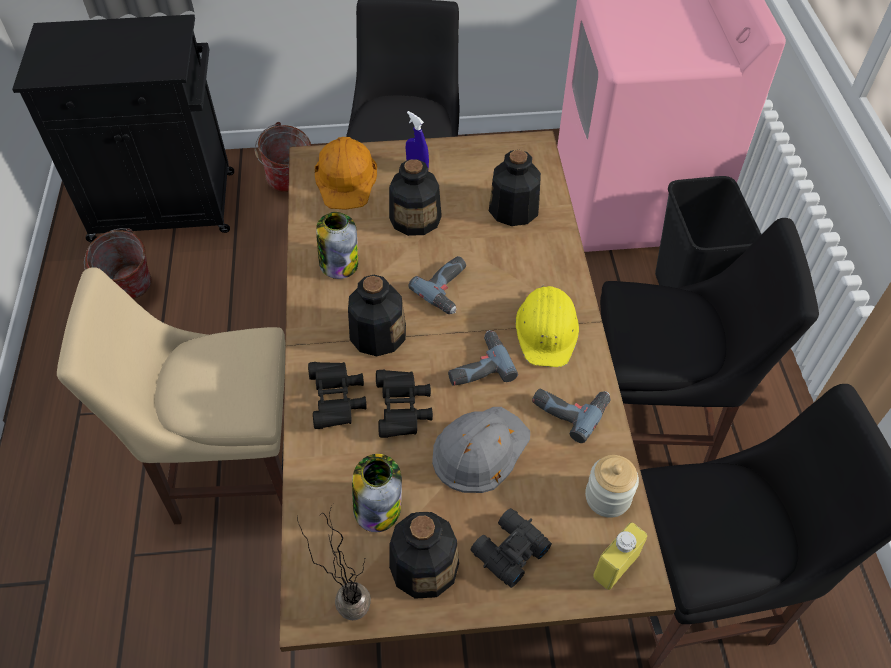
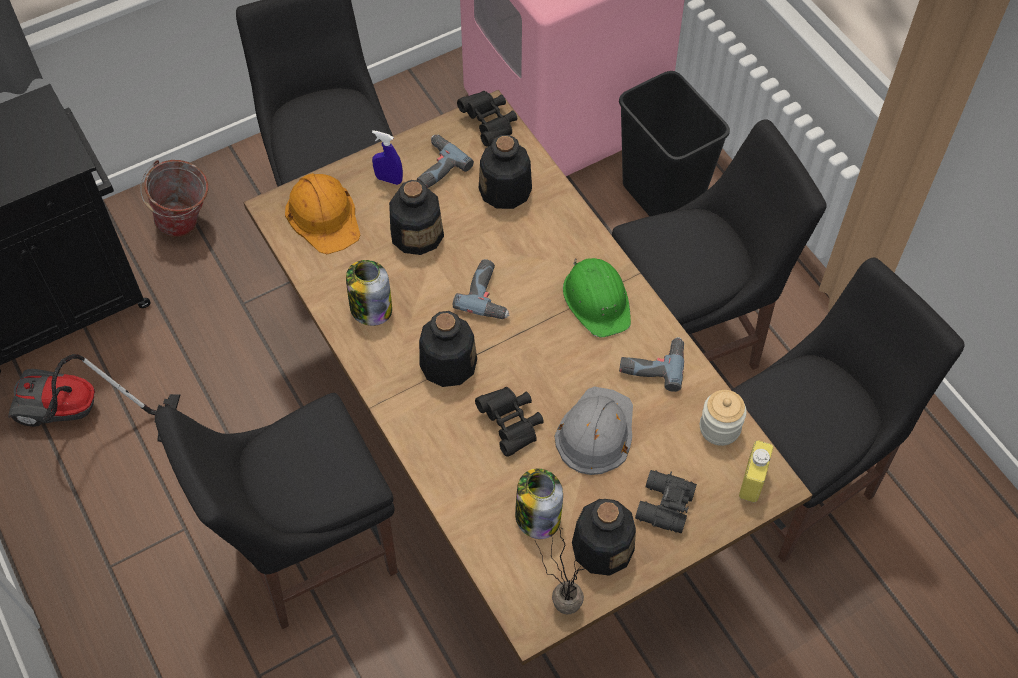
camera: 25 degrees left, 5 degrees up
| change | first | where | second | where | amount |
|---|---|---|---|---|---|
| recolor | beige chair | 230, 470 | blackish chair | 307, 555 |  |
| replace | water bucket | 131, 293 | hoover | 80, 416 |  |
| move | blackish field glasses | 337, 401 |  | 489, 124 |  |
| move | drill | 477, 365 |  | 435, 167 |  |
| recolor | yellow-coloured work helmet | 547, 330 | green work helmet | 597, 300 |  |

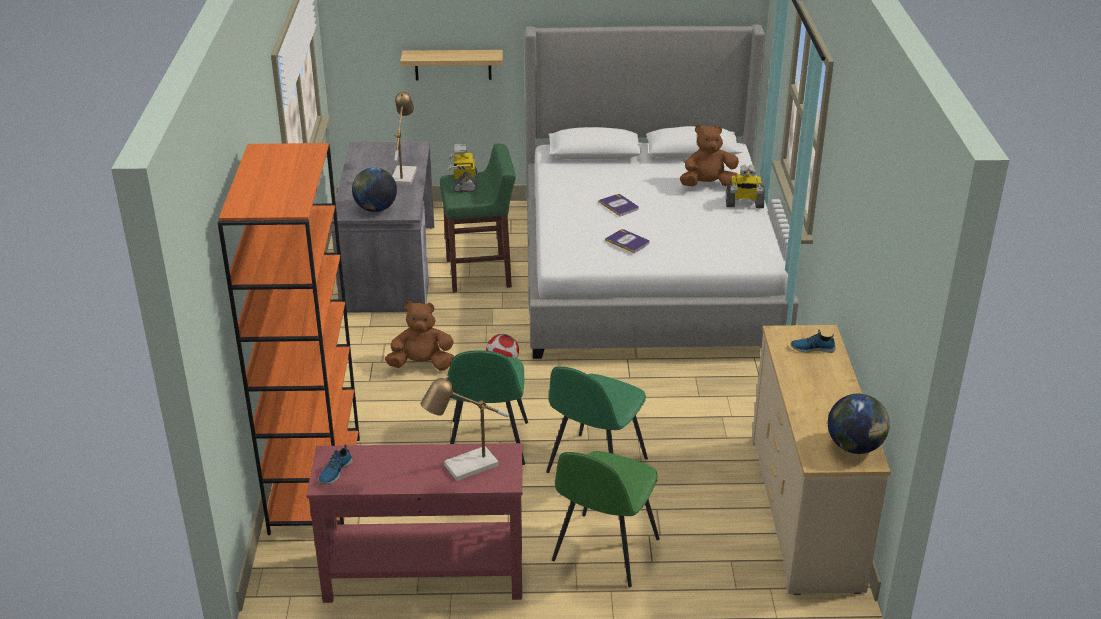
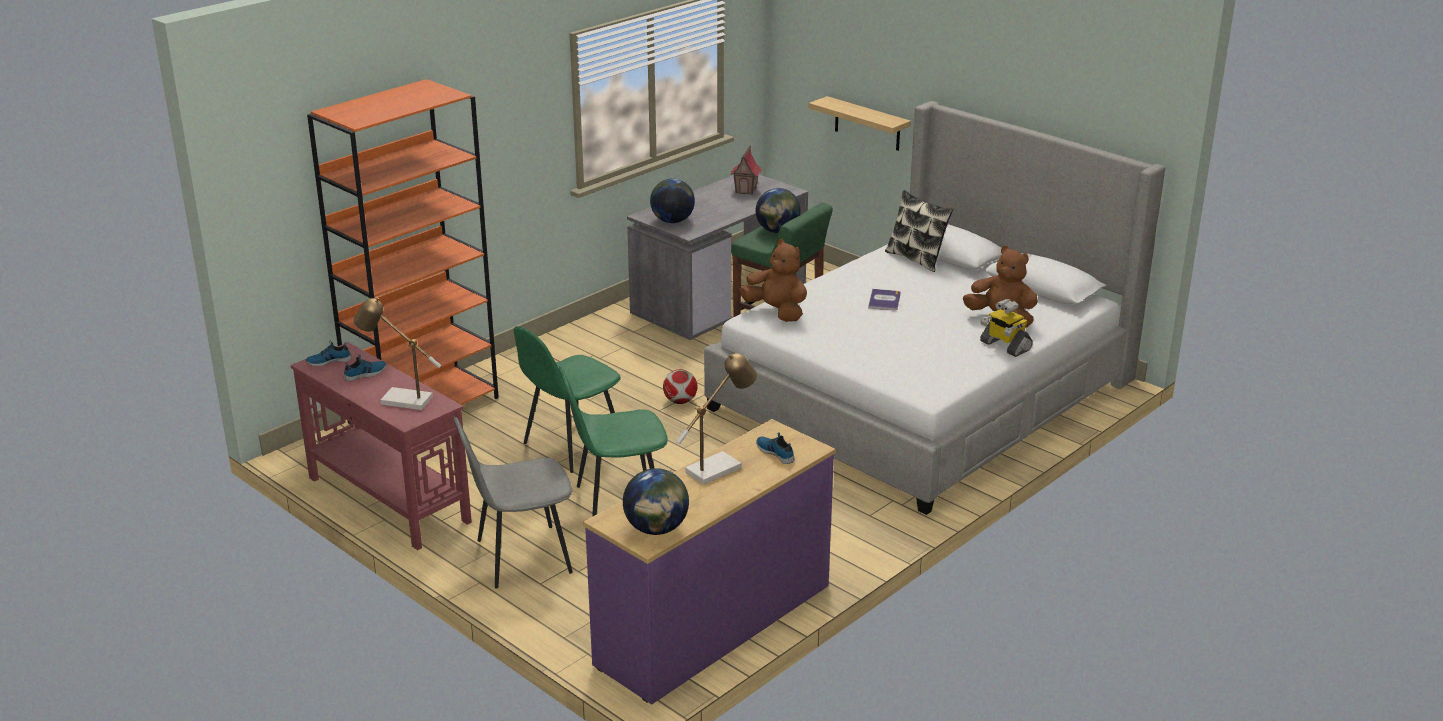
camera: 45 degrees right, 5 degrees down
| change | first | where | second | where | amount |
|---|---|---|---|---|---|
| move | brown-coloured cuddly toy | 422, 364 |  | 777, 312 |  |
| move | table lamp | 404, 174 |  | 718, 467 |  |
| replace | model robot | 464, 183 | globe | 777, 231 |  |
| recolor | green chair | 604, 551 | gray chair | 521, 557 |  |
| delete | bound book | 627, 241 |  |  |  |
| recolor | beige dresser | 805, 512 | purple dresser | 715, 625 |  |
| insert |  |  | low shoe | 365, 374 |  |
| insert |  |  | miniature house | 746, 190 |  |
| insert |  |  | cushion | 916, 259 |  |

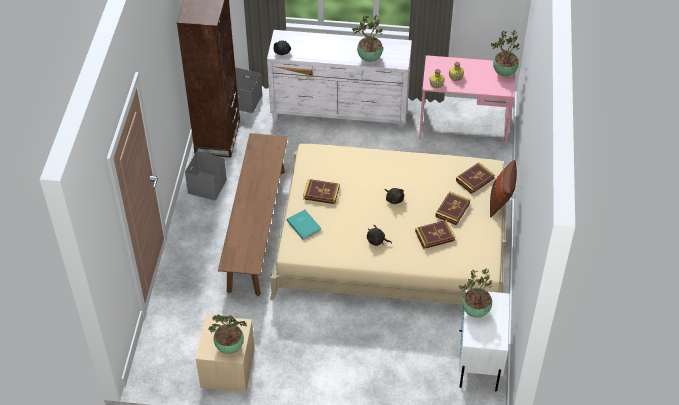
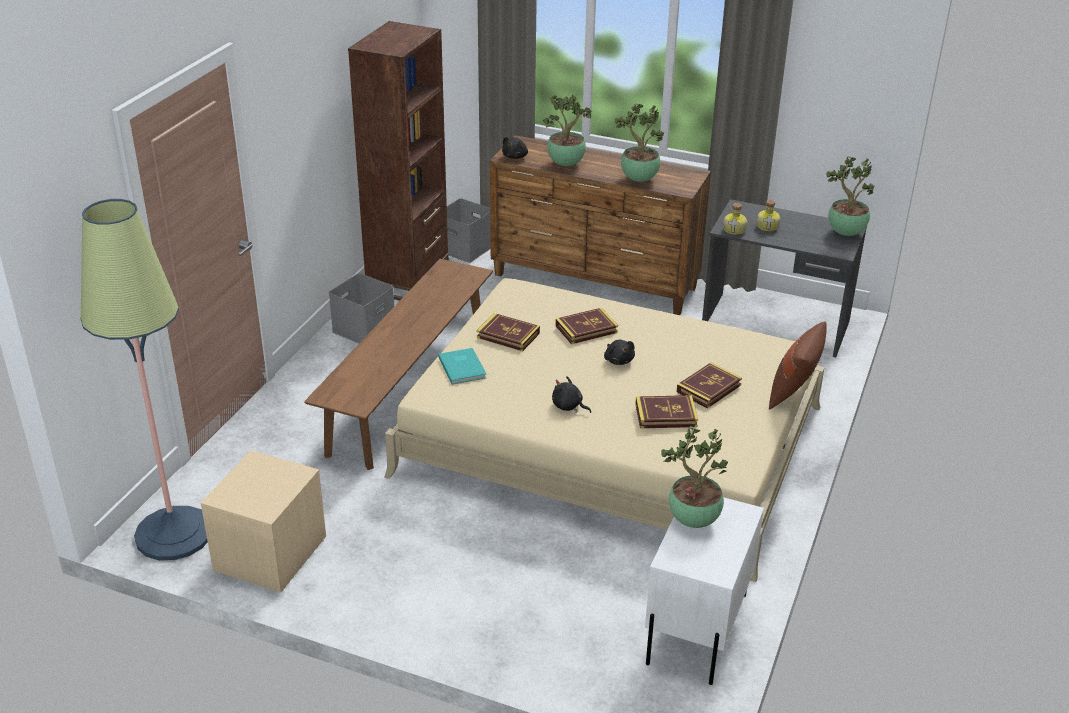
camera: 15 degrees right, 15 degrees down
| change | first | where | second | where | amount |
|---|---|---|---|---|---|
| move | houseplant | 230, 347 |  | 567, 164 |  |
| recolor | whitish dresser | 340, 113 | brown-coloured dresser | 595, 282 |  |
| recolor | pinkish desk | 463, 127 | gray desk | 775, 325 |  |
| move | bound book | 475, 179 |  | 586, 329 |  |
| insert |  |  | standard lamp | 174, 534 |  |

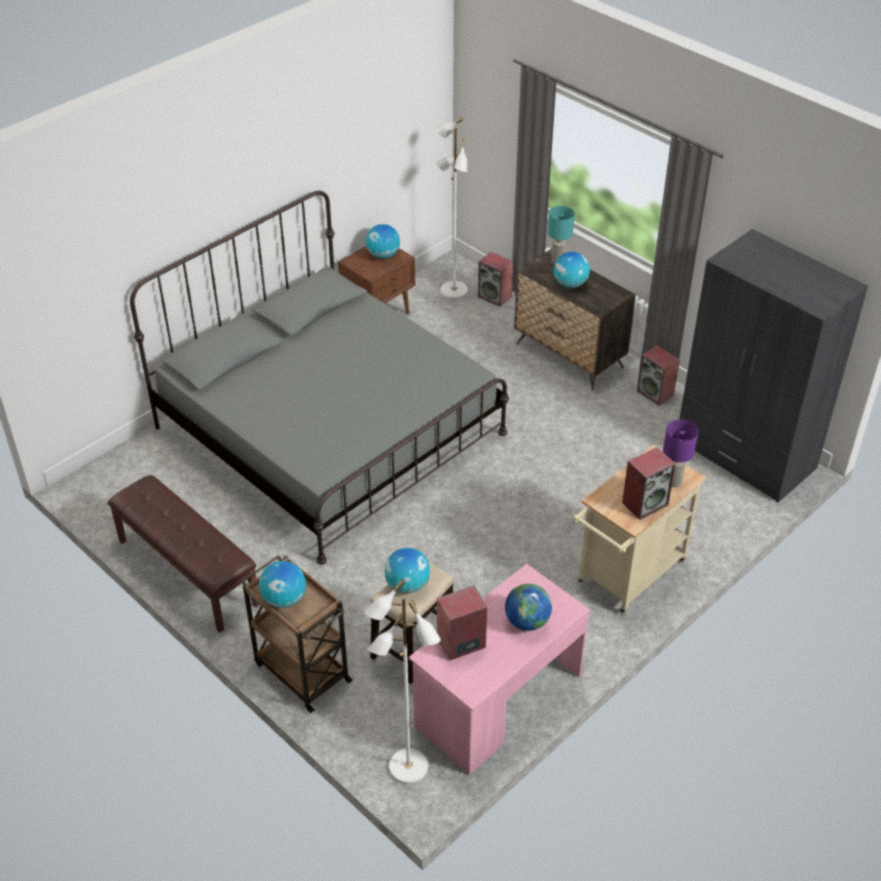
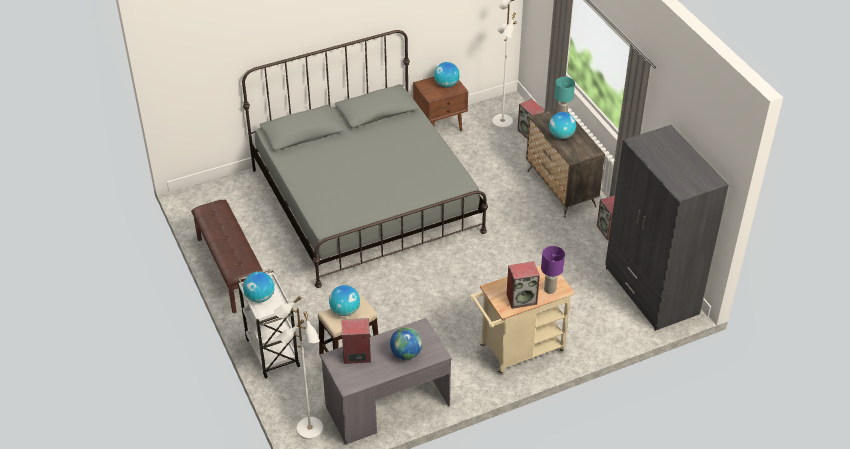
camera: 20 degrees right, 0 degrees up
| change | first | where | second | where | amount |
|---|---|---|---|---|---|
| recolor | brown-coloured cart | 301, 671 | whitish cart | 272, 351 |  |
| recolor | pinkish desk | 498, 701 | gray desk | 387, 406 |  |

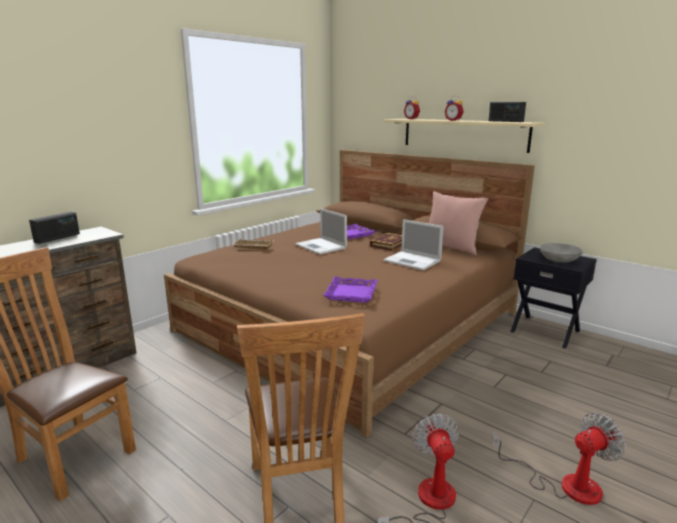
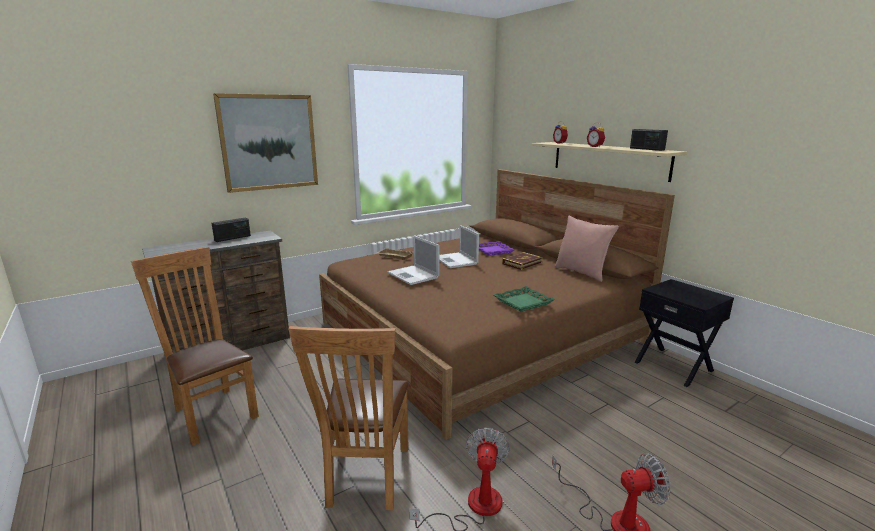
camera: 15 degrees right, 0 degrees up
| change | first | where | second | where | amount |
|---|---|---|---|---|---|
| delete | purple tray | 351, 293 |  |  |  |
| move | portable computer | 413, 261 |  | 414, 275 |  |
| delete | gray bowl | 559, 260 |  |  |  |
| insert |  |  | picture | 269, 142 |  |
| insert |  |  | green tray | 523, 302 |  |

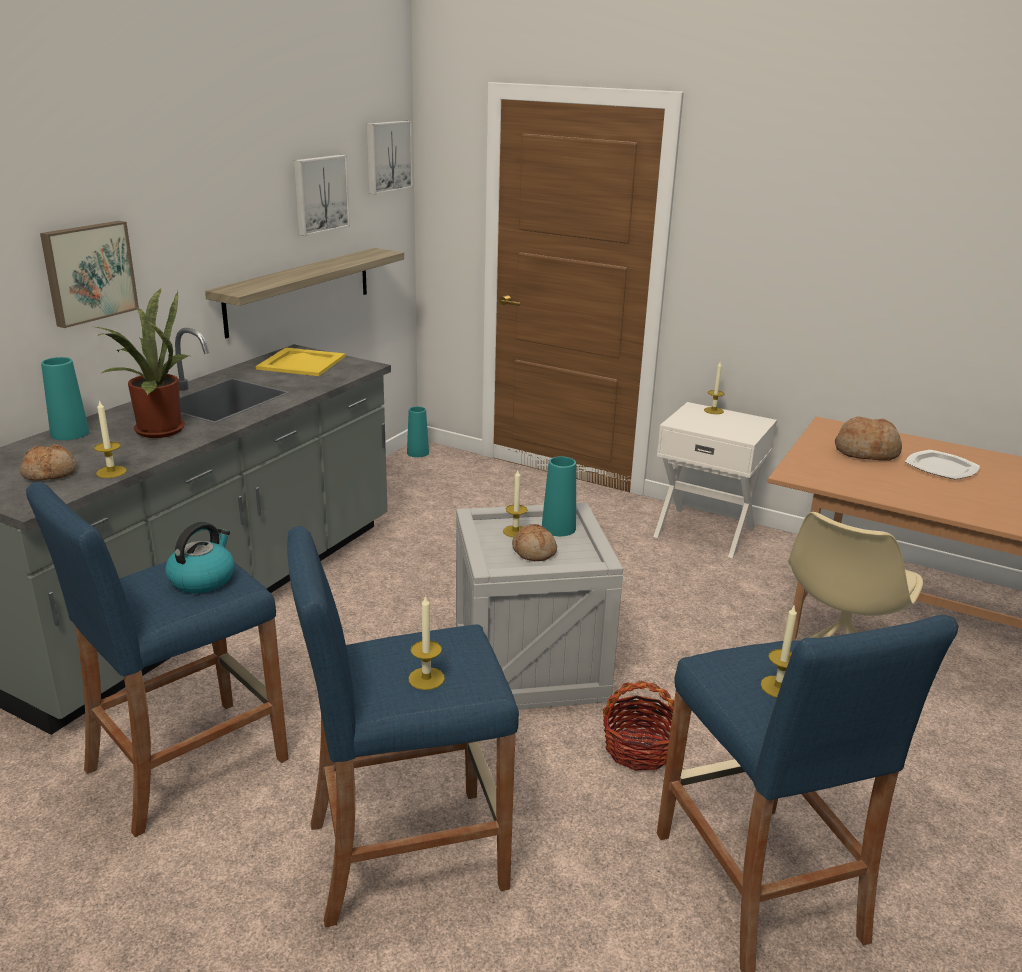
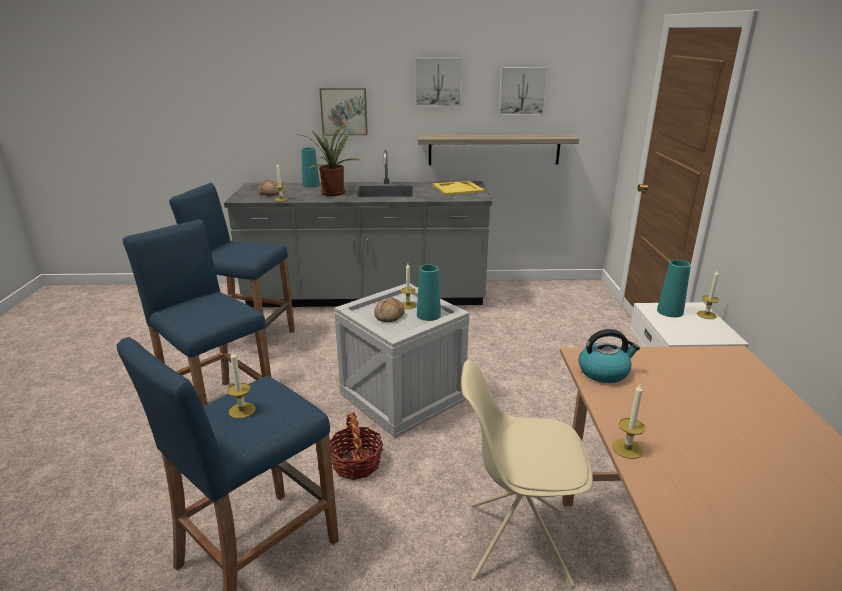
camera: 60 degrees right, 0 degrees up
| change | first | where | second | where | amount |
|---|---|---|---|---|---|
| move | water kettle | 202, 579 |  | 604, 372 |  |
| move | picture | 387, 156 |  | 438, 82 |  |
| move | blue-green flower vase | 418, 453 |  | 670, 311 |  |
| move | wax light | 426, 678 |  | 627, 449 |  |
| delete | bakery bread | 866, 452 |  |  |  |
| delete | dinner plate | 941, 467 |  |  |  |

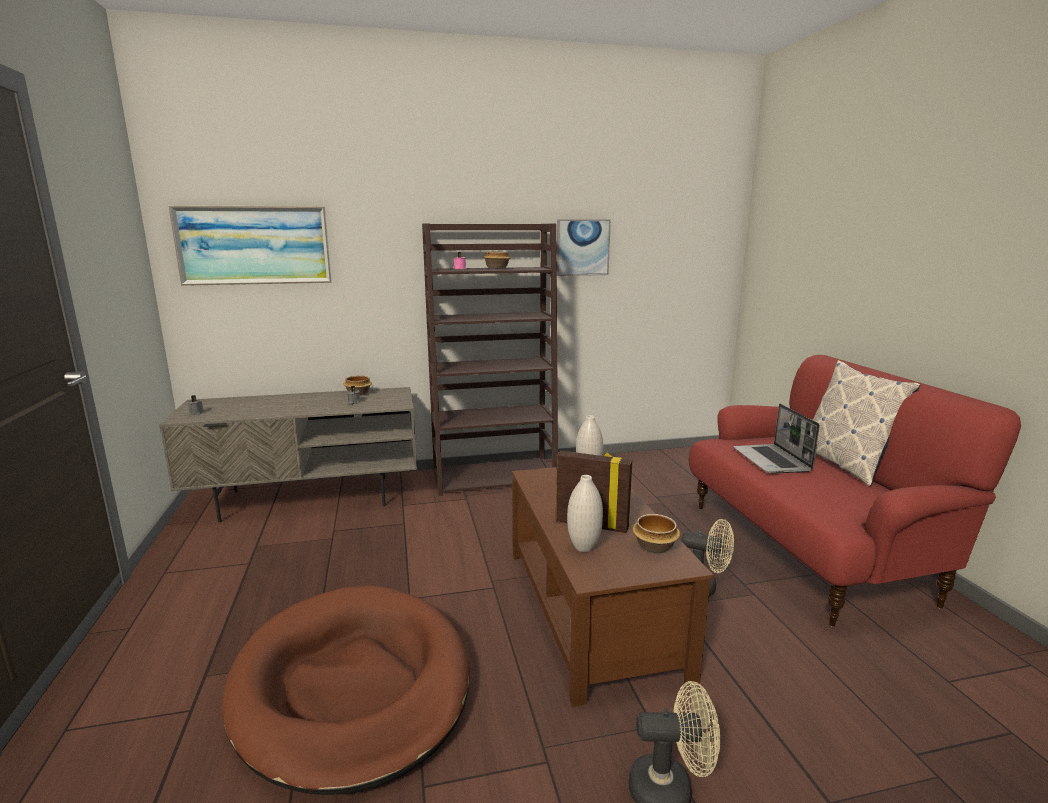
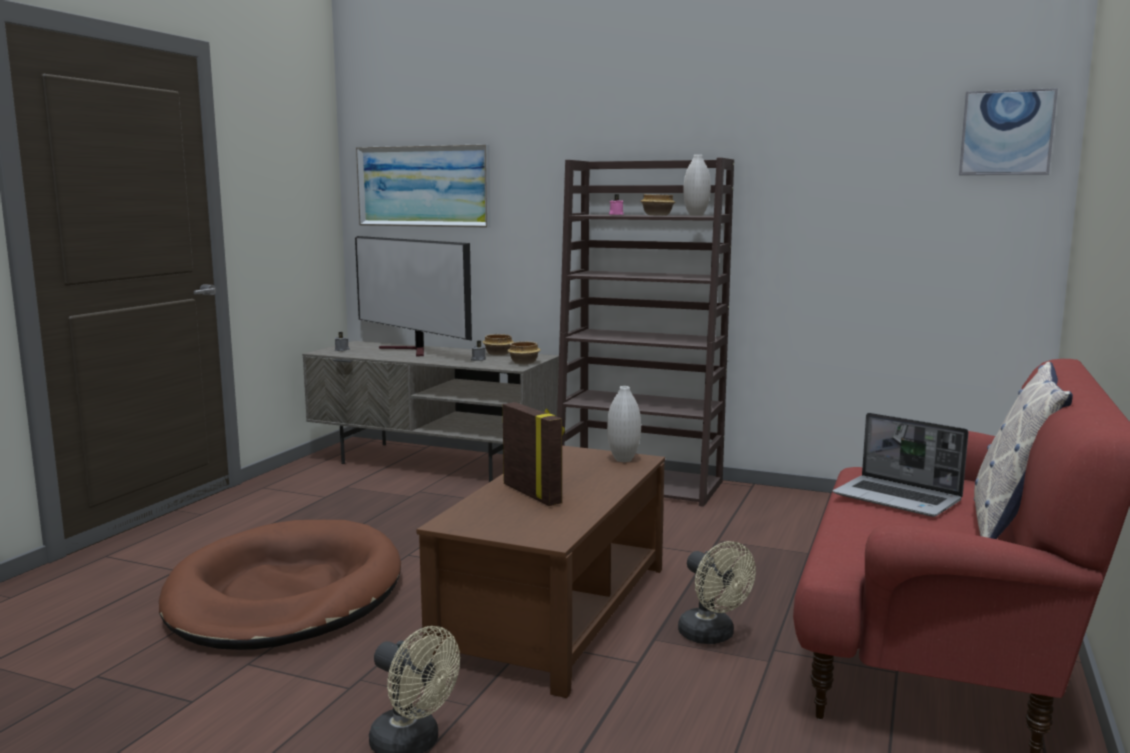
camera: 35 degrees right, 5 degrees down
| change | first | where | second | where | amount |
|---|---|---|---|---|---|
| move | picture | 582, 247 |  | 1006, 133 |  |
| move | whitish flower vase | 584, 548 |  | 696, 215 |  |
| move | bowl | 655, 546 |  | 524, 362 |  |
| rotate | portable computer | 772, 460 |  | 898, 498 | 75 degrees counterclockwise |
| insert |  |  | TV set | 412, 351 |  |

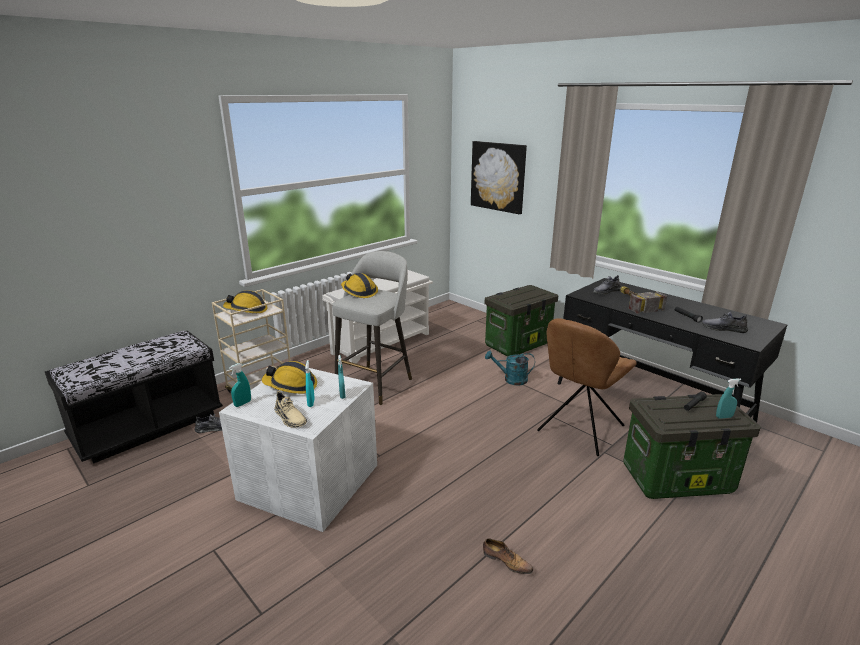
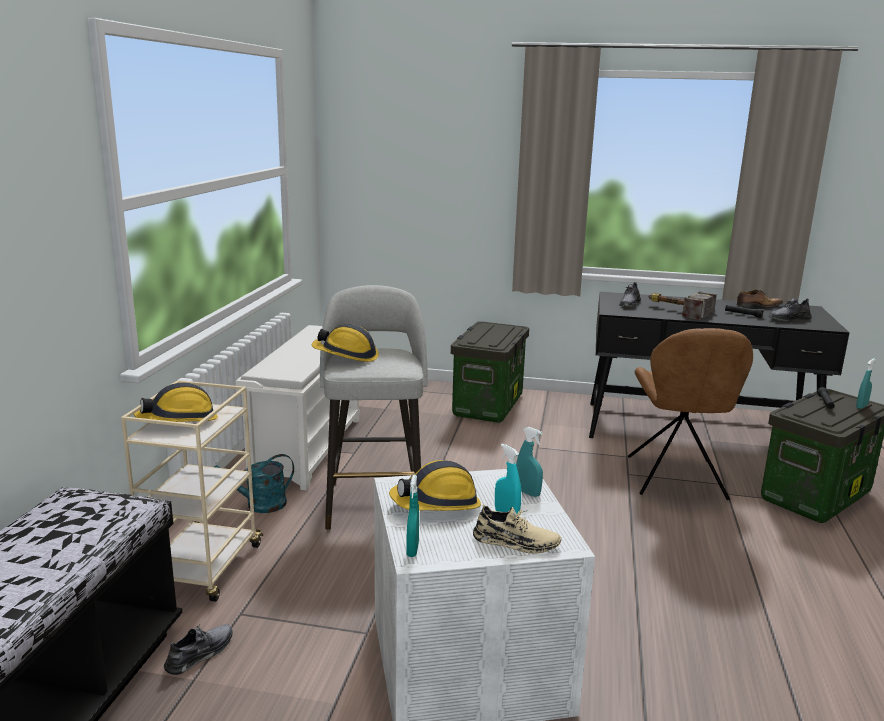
camera: 35 degrees left, 5 degrees down
| change | first | where | second | where | amount |
|---|---|---|---|---|---|
| delete | picture | 498, 176 |  |  |  |
| move | low shoe | 506, 561 |  | 757, 306 |  |
| move | blue-green sprinkling can | 511, 379 |  | 259, 505 |  |

